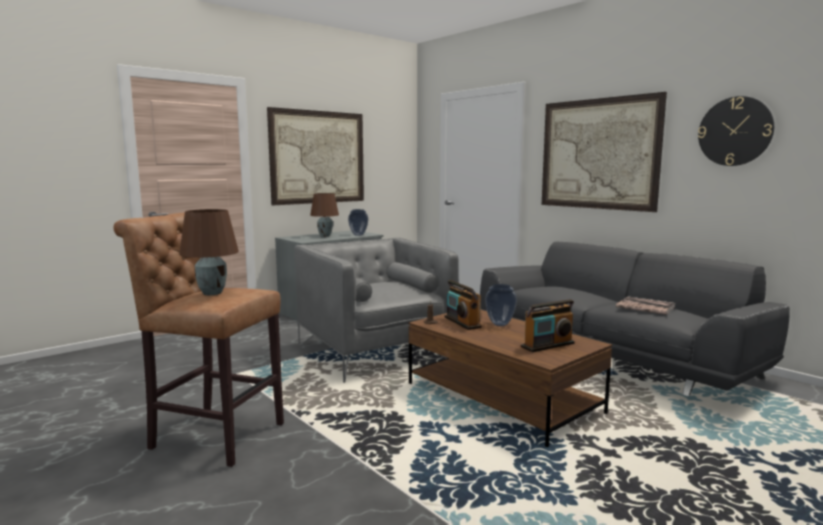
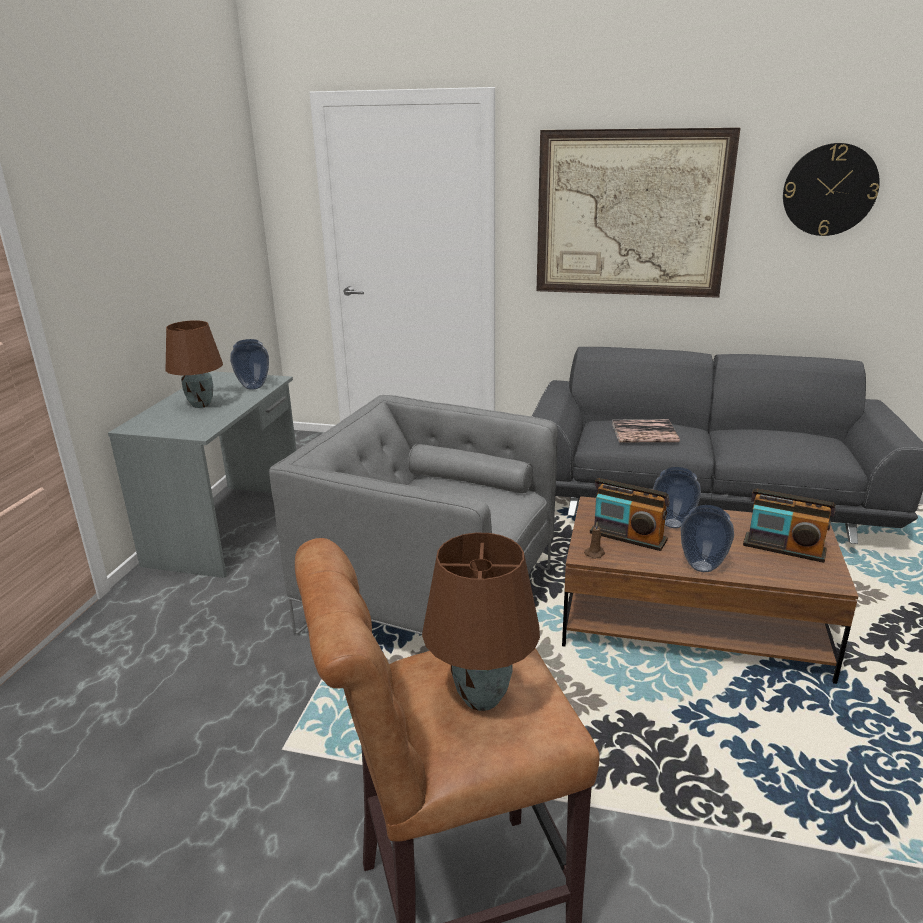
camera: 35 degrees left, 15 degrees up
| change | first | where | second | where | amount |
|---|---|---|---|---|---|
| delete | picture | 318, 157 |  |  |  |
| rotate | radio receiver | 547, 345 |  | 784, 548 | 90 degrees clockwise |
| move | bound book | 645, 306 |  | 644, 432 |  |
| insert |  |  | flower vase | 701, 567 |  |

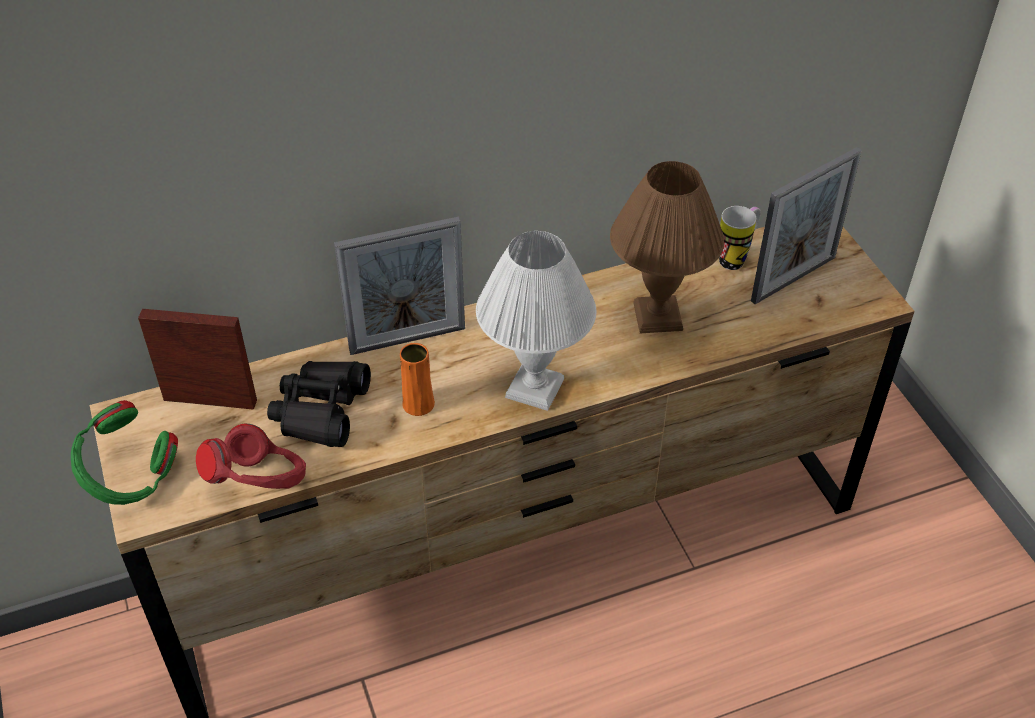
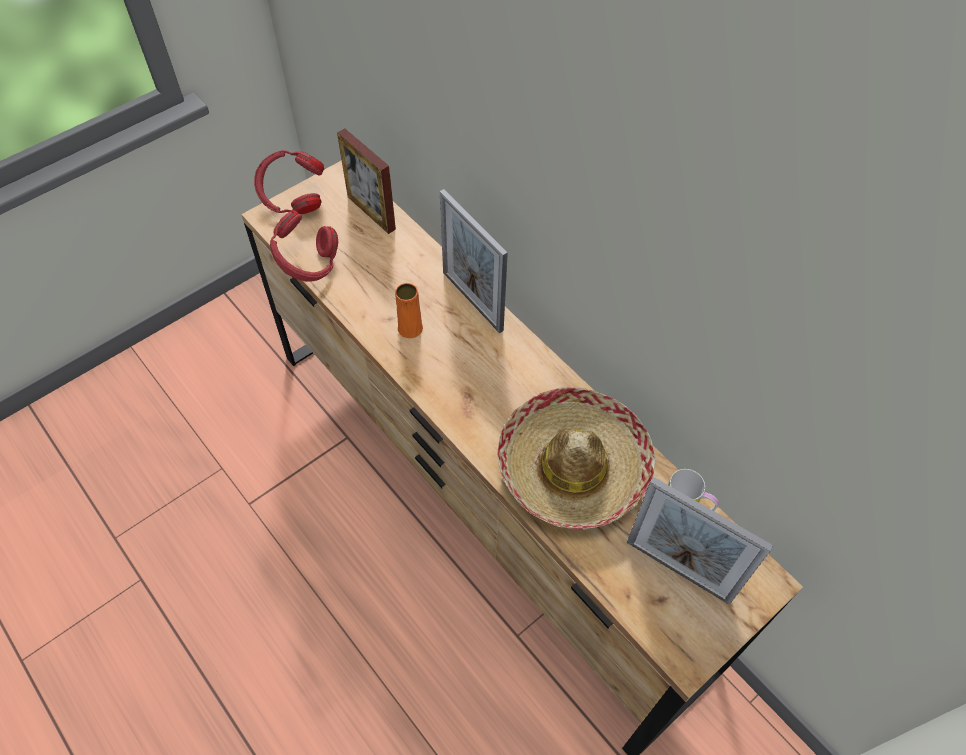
camera: 70 degrees right, 10 degrees up
| change | first | where | second | where | amount |
|---|---|---|---|---|---|
| recolor | green headset | 130, 478 | red-coloured headset | 293, 200 |  |
| rotate | photo frame | 210, 400 |  | 371, 213 | 150 degrees clockwise |
| delete | blackish field glasses | 321, 411 |  |  |  |
| delete | whitish table lamp | 534, 387 |  |  |  |
| replace | brown-coloured table lamp | 658, 317 | hat | 573, 466 |  |

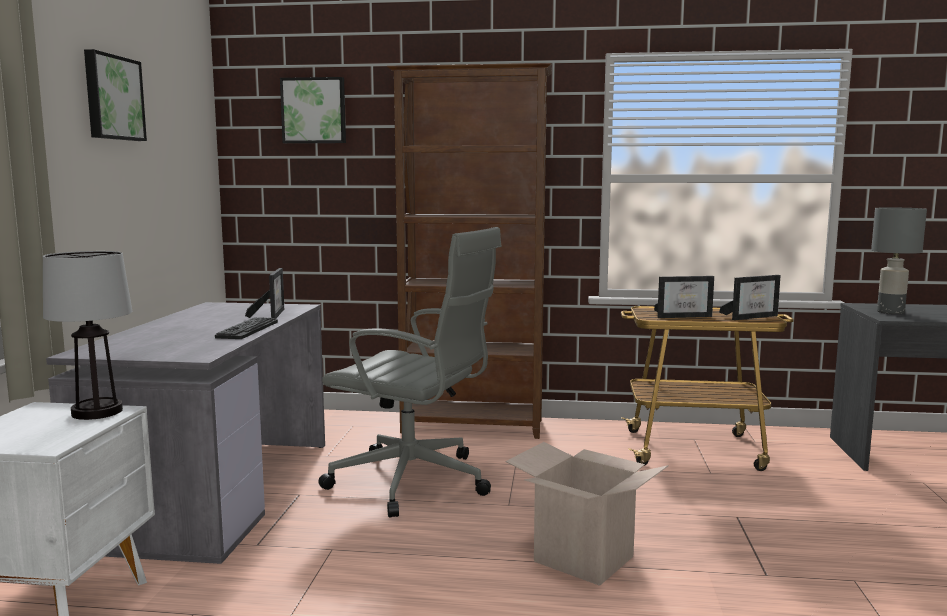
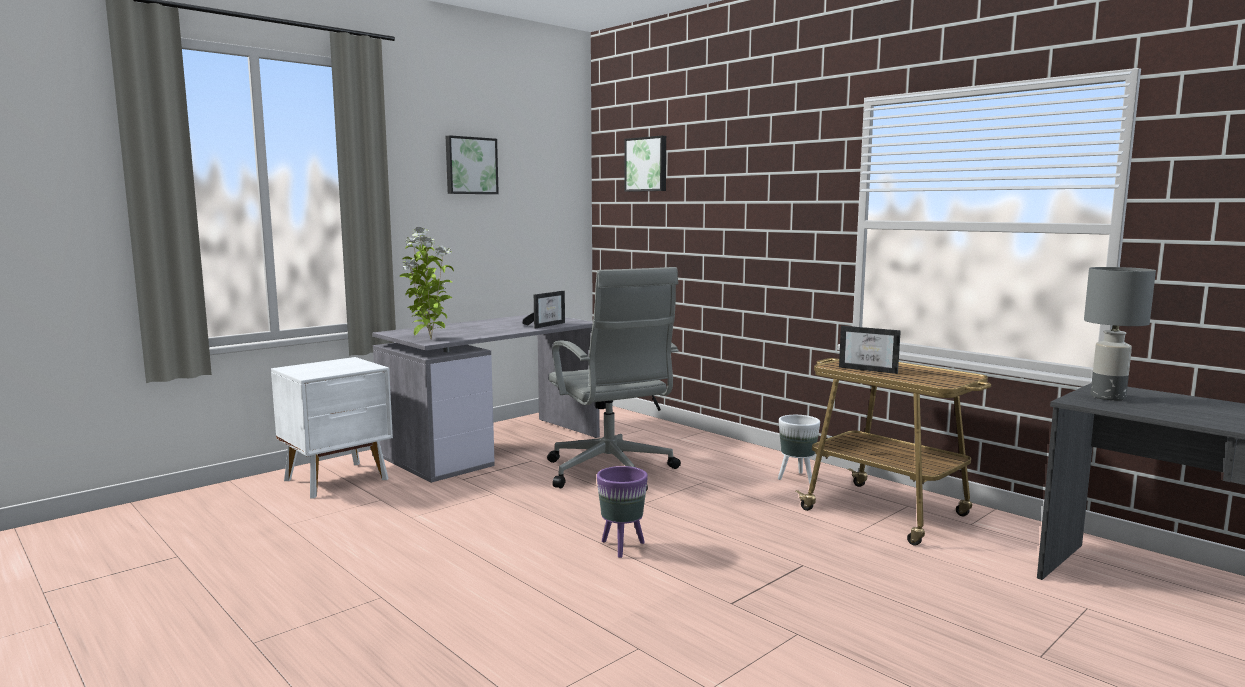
camera: 40 degrees right, 0 degrees up
| change | first | where | second | where | amount |
|---|---|---|---|---|---|
| delete | table lamp | 97, 412 |  |  |  |
| delete | keyboard | 247, 329 |  |  |  |
| delete | brown-coloured bookshelf | 473, 427 |  |  |  |
| replace | cardboard box | 583, 559 | purple flower pot | 622, 547 |  |
| delete | photo frame | 751, 317 |  |  |  |
| insert |  |  | houseplant | 429, 340 |  |
| insert |  |  | whitish flower pot | 796, 478 |  |

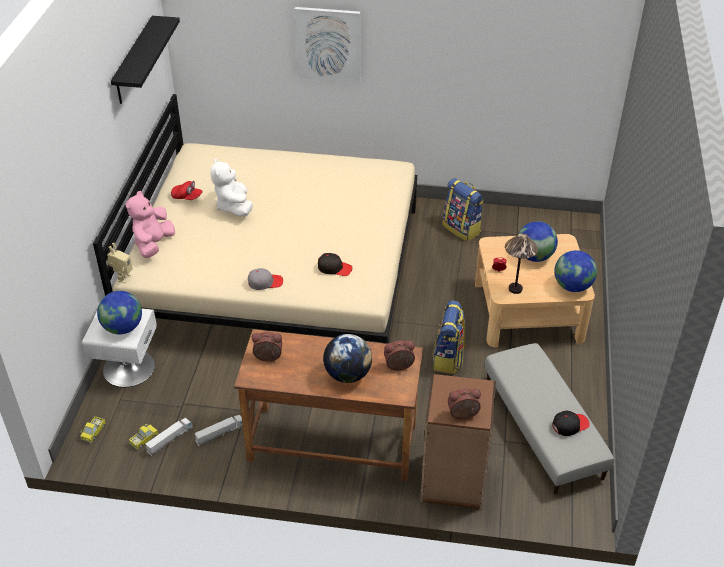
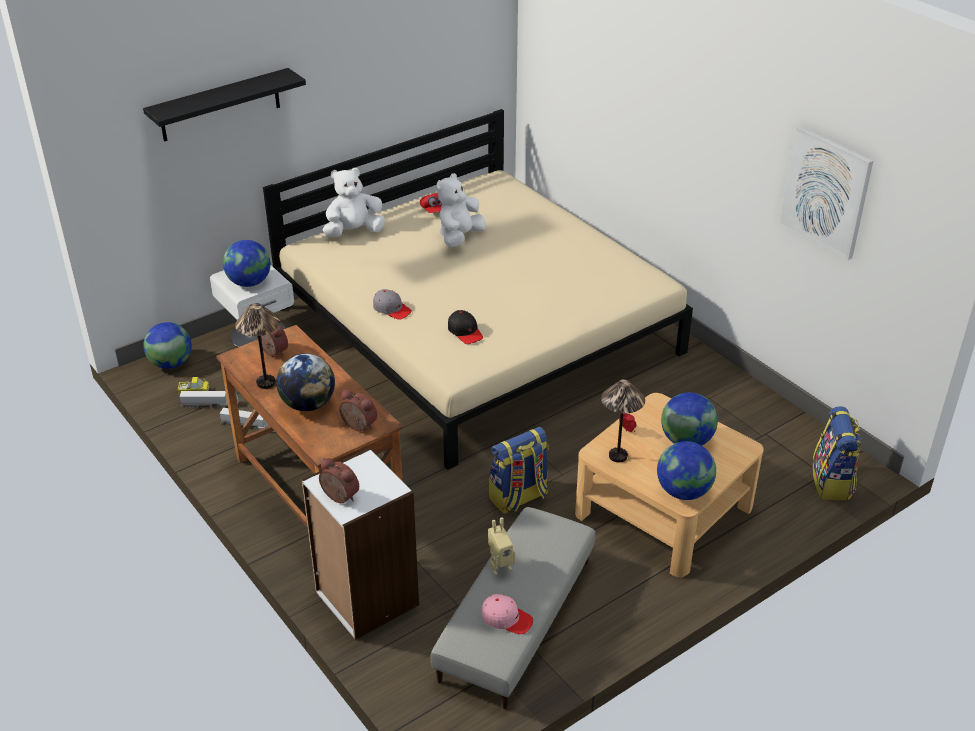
camera: 45 degrees right, 5 degrees down
| change | first | where | second | where | amount |
|---|---|---|---|---|---|
| replace | toy lorry | 94, 432 | globe | 171, 363 |  |
| move | model robot | 122, 277 |  | 499, 566 |  |
| move | blackish shelf | 134, 61 |  | 220, 105 |  |
| recolor | pinkish cuddly toy | 153, 244 | whitish cuddly toy | 354, 232 |  |
| move | picture | 328, 44 |  | 826, 192 |  |
| recolor | brown-coloured bookshelf | 453, 481 | whitish bookshelf | 366, 598 |  |
| move | rucksack | 462, 229 |  | 832, 483 |  |
| recolor | blackish cap | 570, 425 | pinkish cap | 506, 618 |  |
| insert |  |  | table lamp | 266, 383 |  |

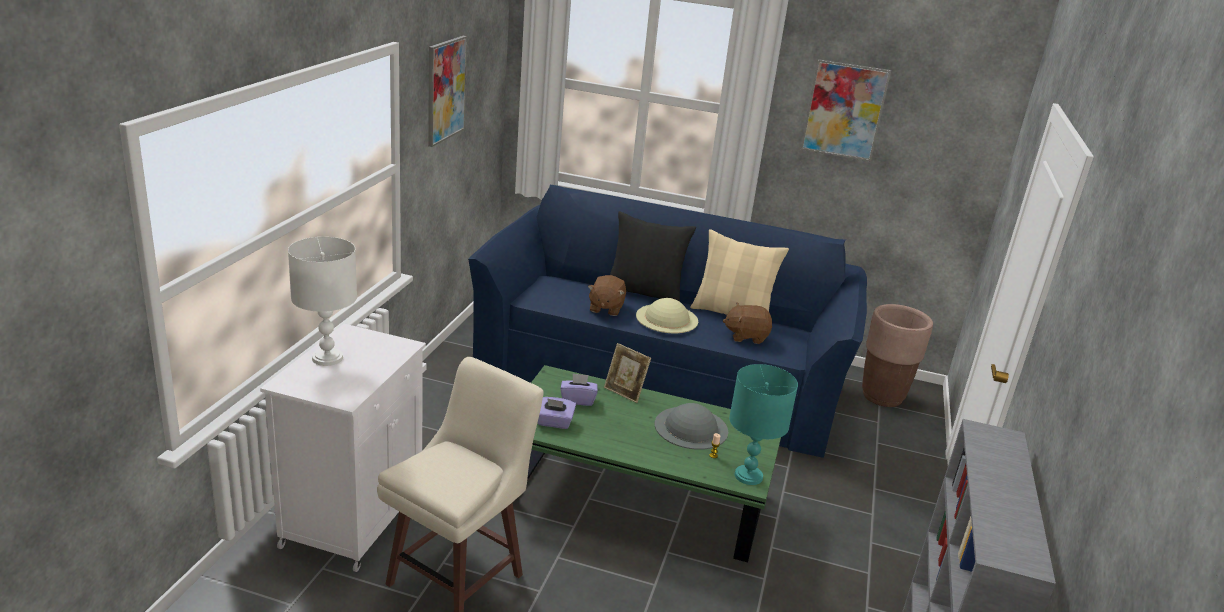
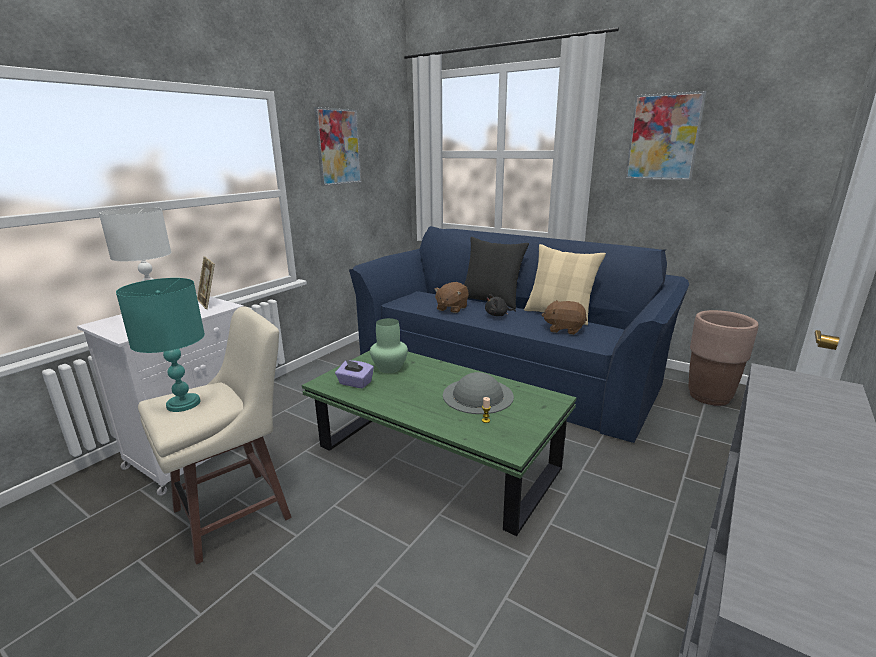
camera: 20 degrees right, 5 degrees down
| change | first | where | second | where | amount |
|---|---|---|---|---|---|
| replace | purple tissue holder | 578, 400 | green flower vase | 389, 368 |  |
| move | photo frame | 624, 392 |  | 209, 303 |  |
| replace | beige hat | 667, 318 | blackish cuddly toy | 498, 315 |  |
| move | blue-green table lamp | 748, 476 |  | 183, 404 |  |

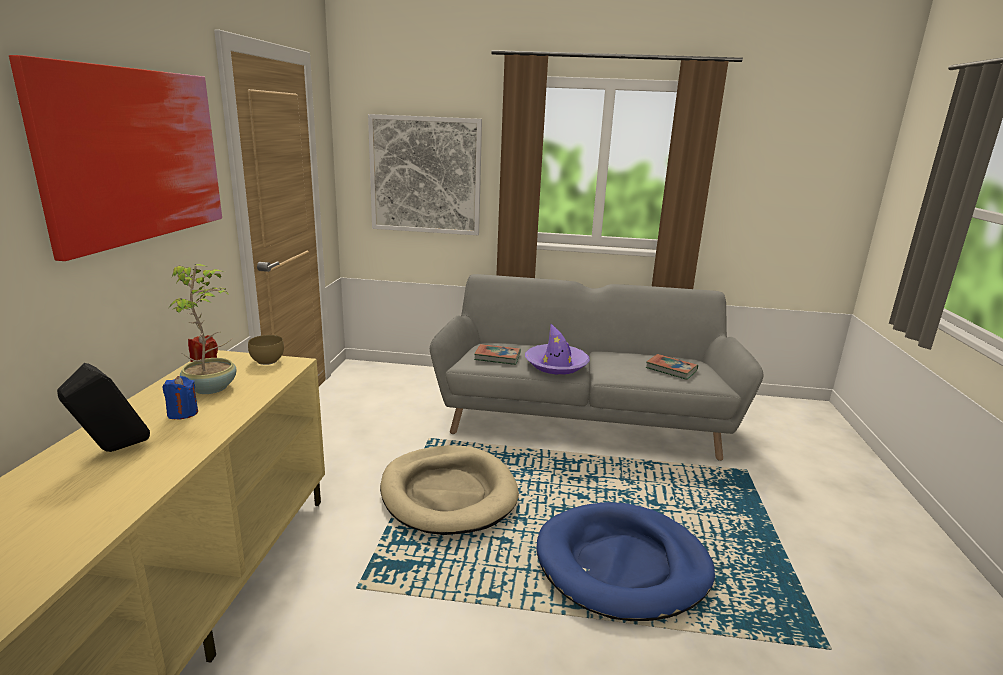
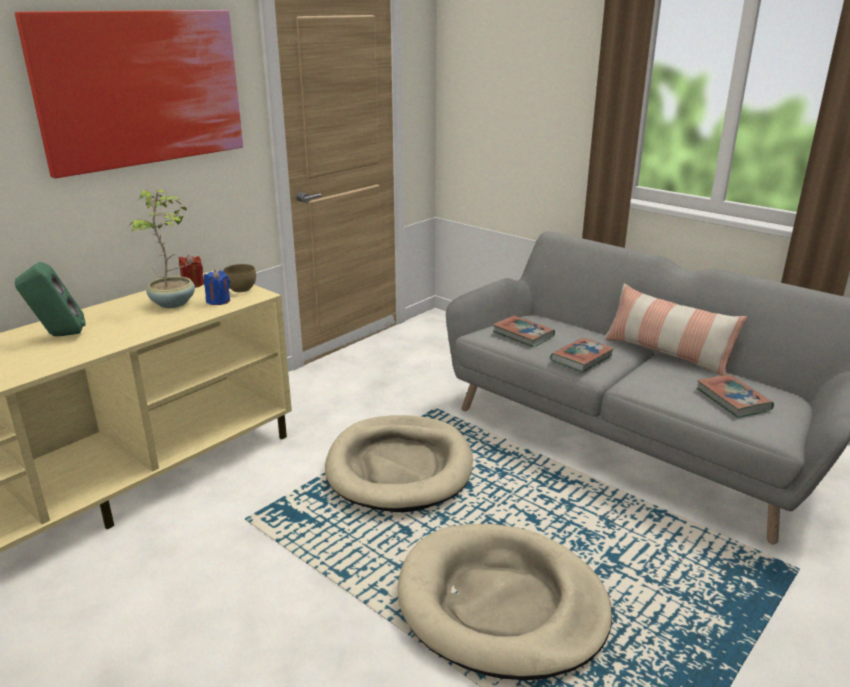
camera: 35 degrees right, 5 degrees up
| change | first | where | second | where | amount |
|---|---|---|---|---|---|
| recolor | blackish loudspeaker | 112, 450 | green loudspeaker | 58, 335 |  |
| move | bluish wax light | 183, 413 |  | 218, 301 |  |
| delete | picture | 425, 175 |  |  |  |
| replace | purple hat | 556, 365 | bound book | 581, 358 |  |
| recolor | bluish pet bed | 622, 565 | beige pet bed | 501, 604 |  |
| insert |  |  | cushion | 667, 353 |  |

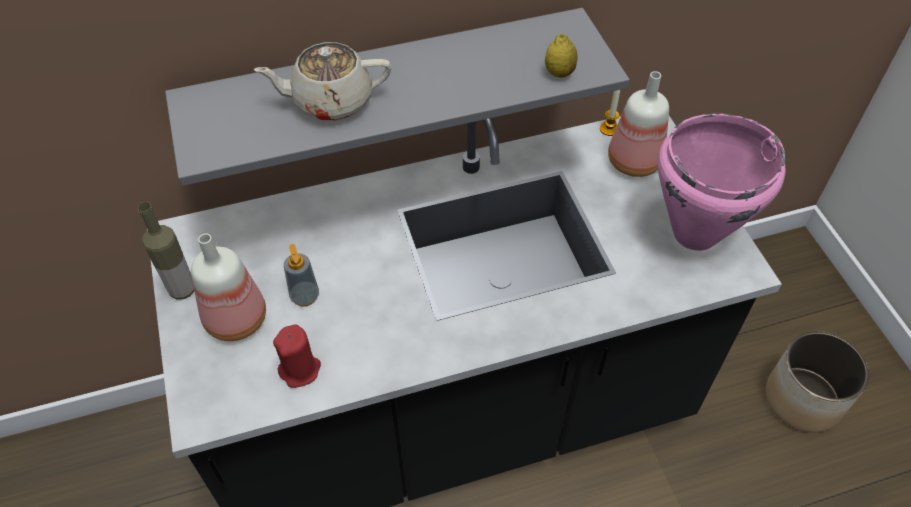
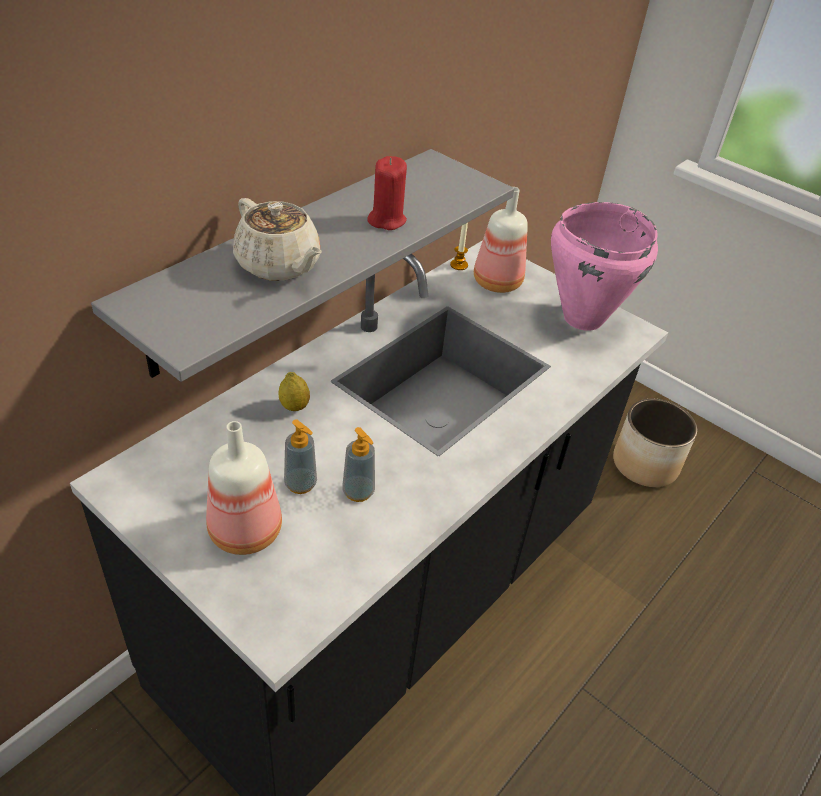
camera: 35 degrees left, 10 degrees down
| change | first | where | second | where | amount |
|---|---|---|---|---|---|
| delete | bottle | 182, 290 |  |  |  |
| rotate | beige tea pot | 330, 101 |  | 279, 265 | 90 degrees counterclockwise |
| move | red-coloured wax light | 300, 369 |  | 386, 220 |  |
| move | whole lemon | 559, 73 |  | 294, 406 |  |
| insert |  |  | liquid soap bottle | 358, 492 |  |

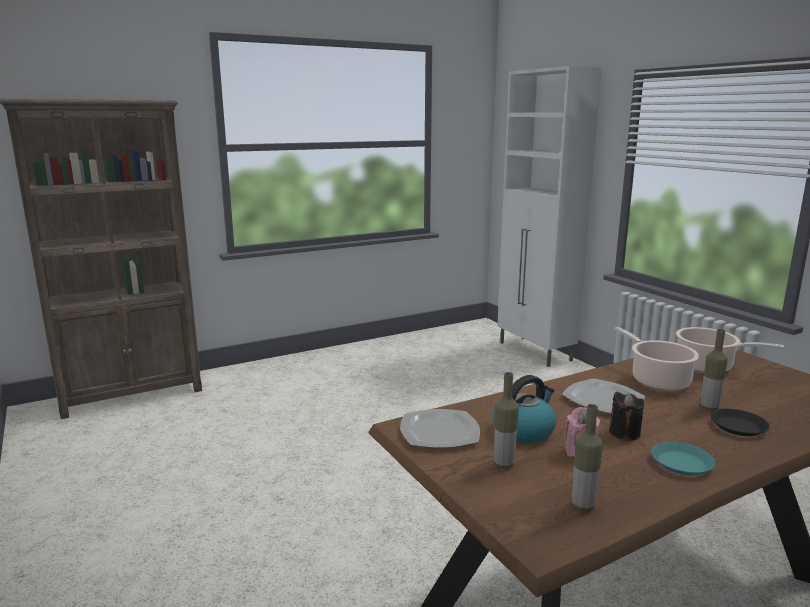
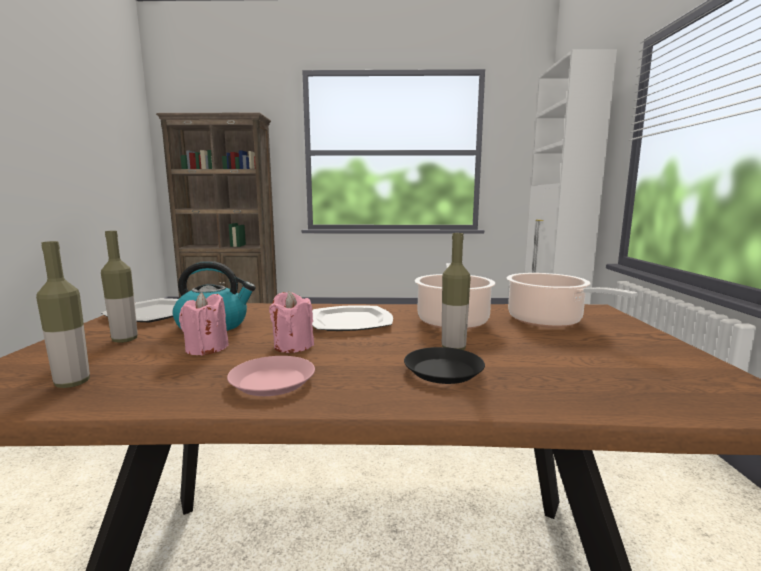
camera: 30 degrees right, 5 degrees down
| change | first | where | second | where | amount |
|---|---|---|---|---|---|
| recolor | blackish wax light | 624, 433 | pinkish wax light | 293, 346 |  |
| recolor | blue-green dinner plate | 681, 463 | pinkish dinner plate | 272, 382 |  |

